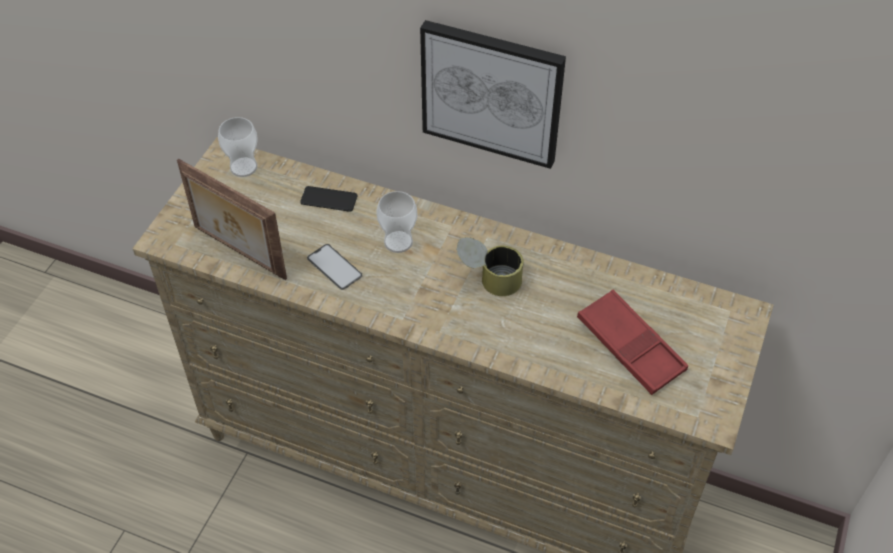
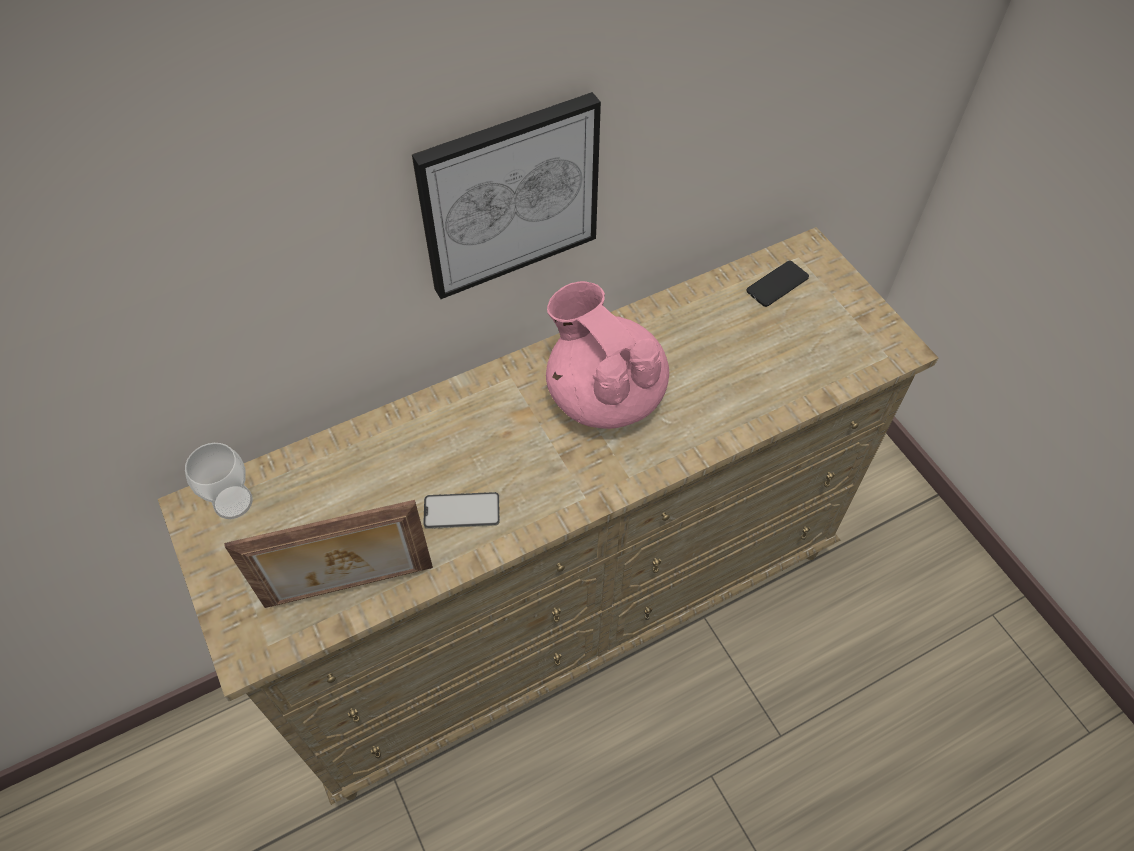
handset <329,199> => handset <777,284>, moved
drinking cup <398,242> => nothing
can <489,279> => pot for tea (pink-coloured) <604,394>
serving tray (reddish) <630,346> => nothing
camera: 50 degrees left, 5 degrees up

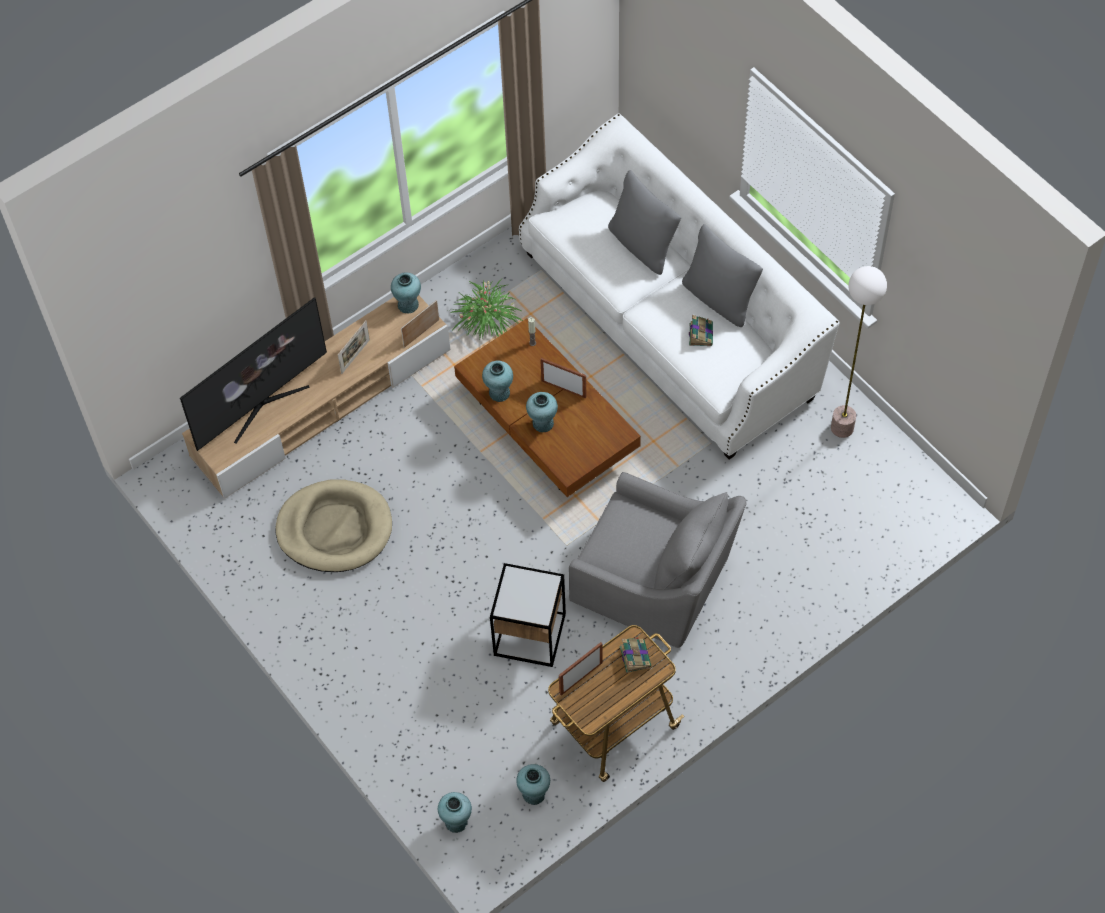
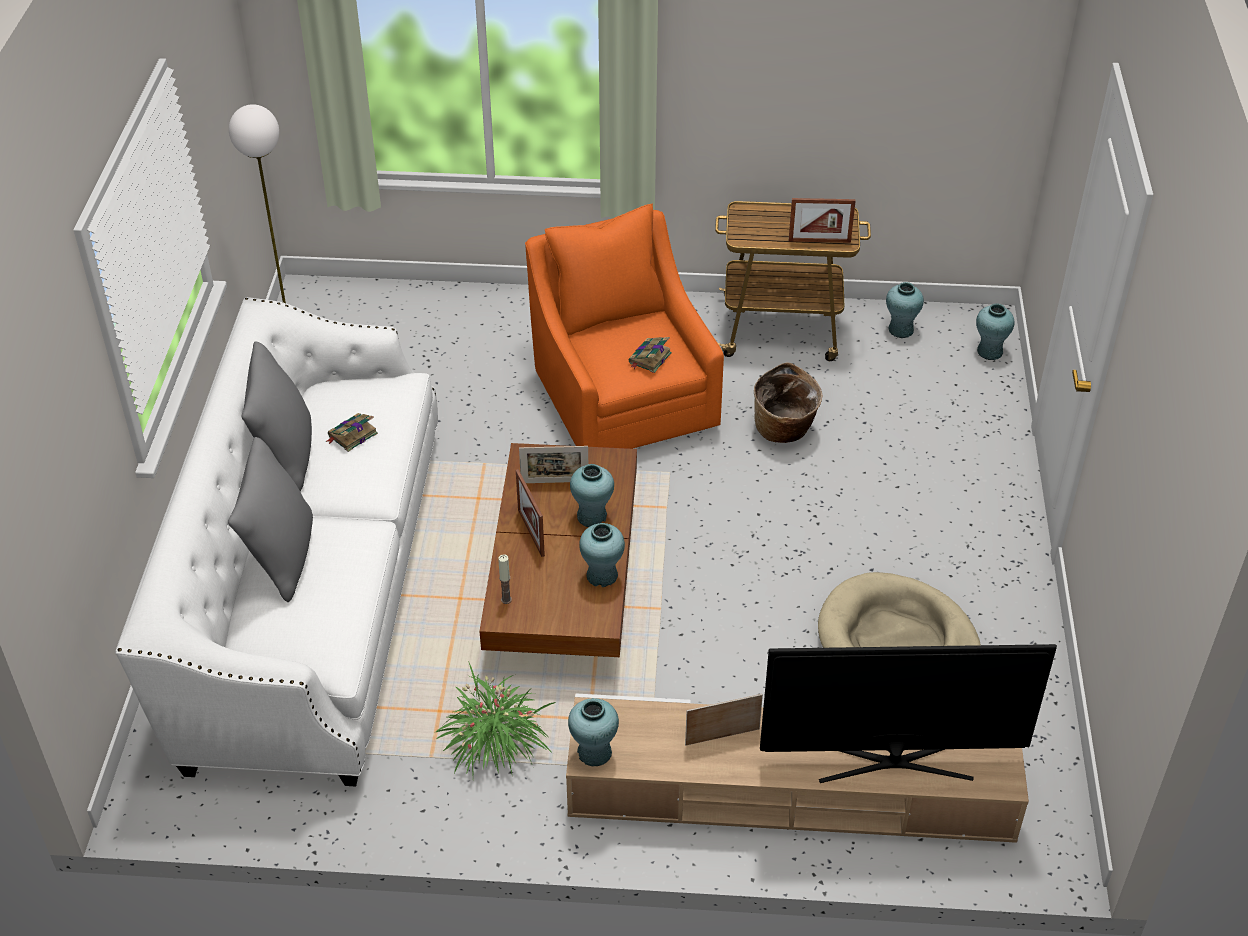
standing frame <421,333> => standing frame <554,482>, moved
side table <529,634> => household basket <784,430>
lounge chair (greyish) <656,583> => lounge chair (orange) <623,394>
book <635,656> => book <649,358>, moved
camera: 140 degrees left, 15 degrees down

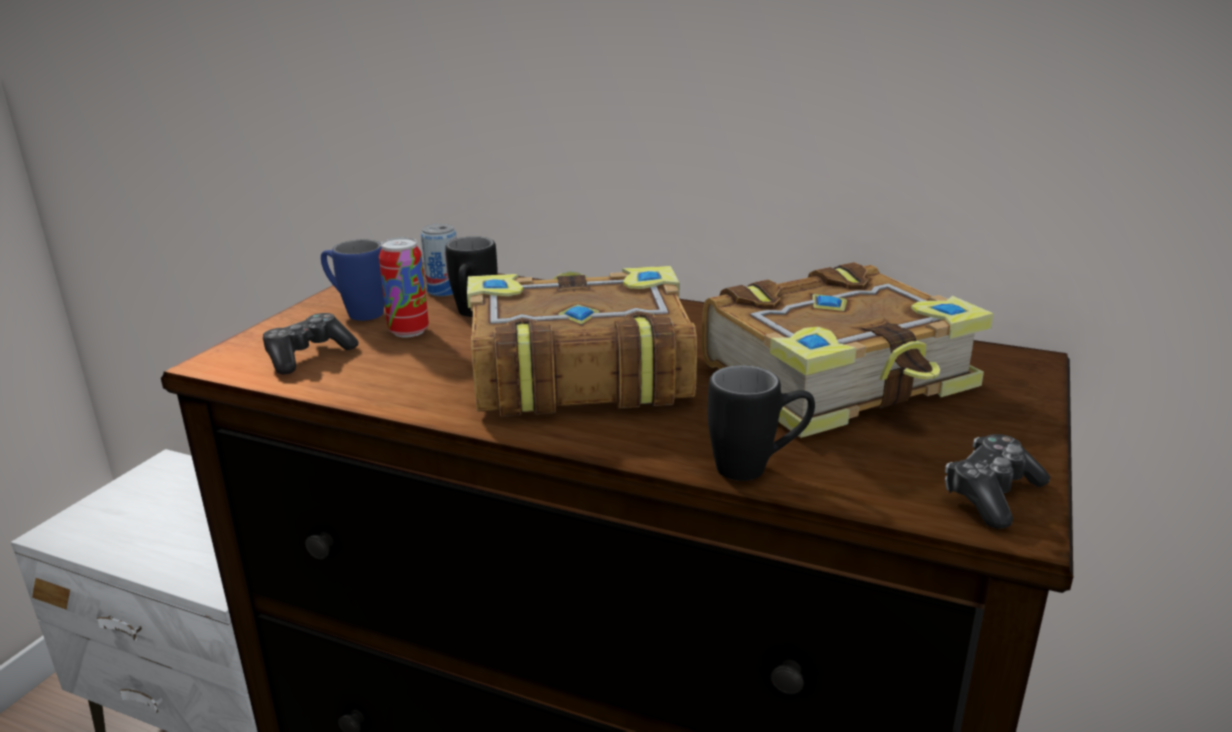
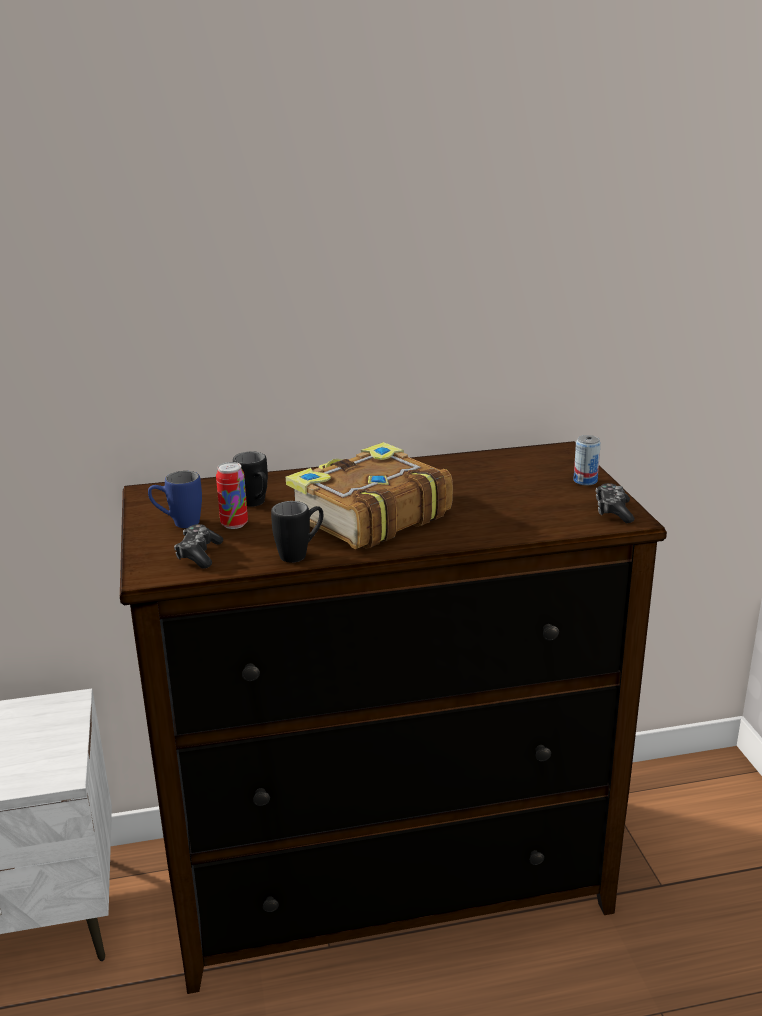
can <443,291> => can <585,481>, moved
book <840,379> => nothing
tea mug (blackish) <757,468> => tea mug (blackish) <300,554>, moved
camera: 35 degrees left, 0 degrees up

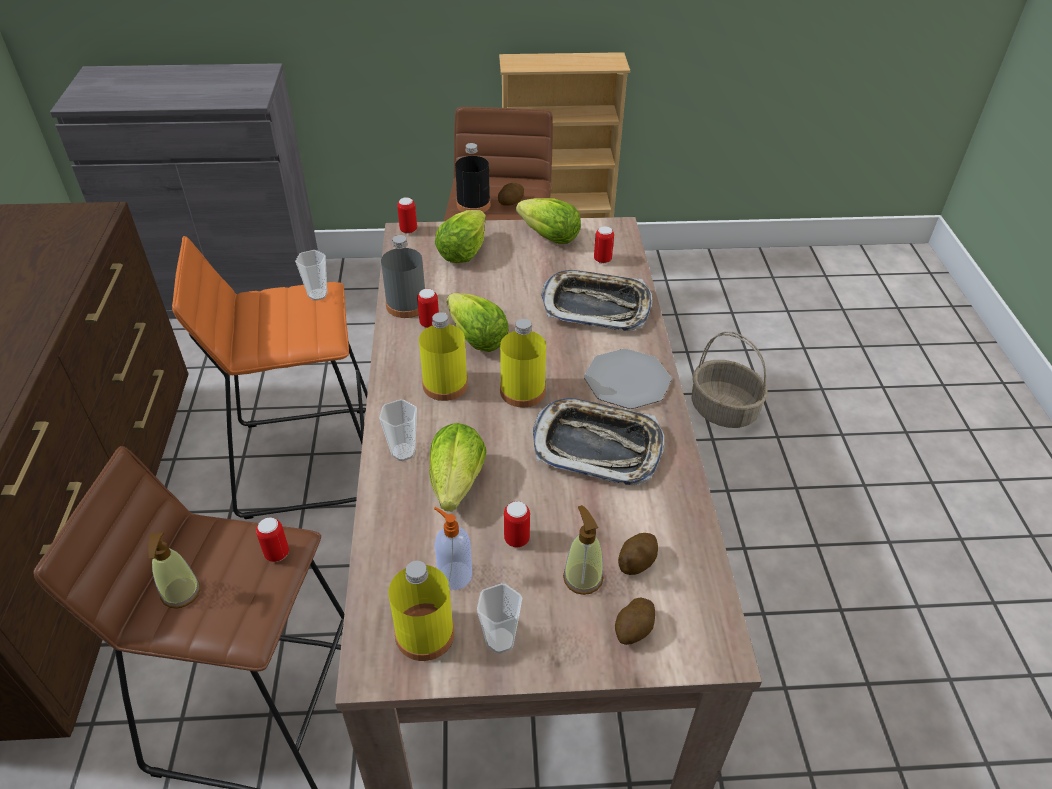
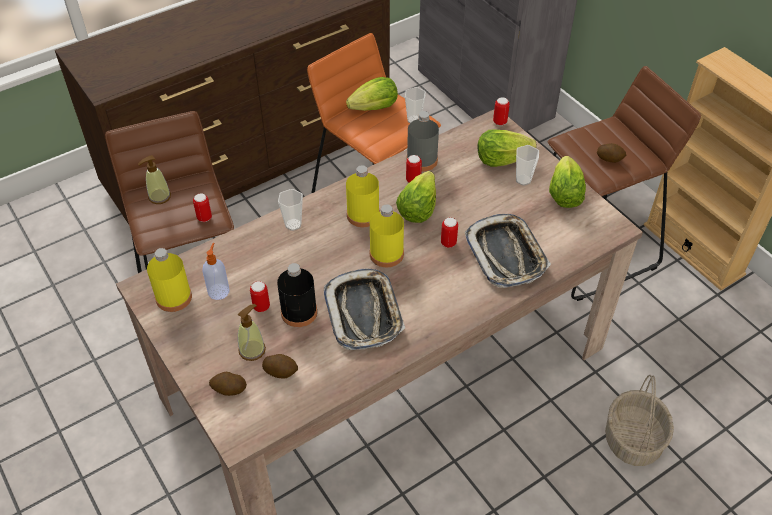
lettuce <457,482> => lettuce <375,108>, moved
beverage bottle (blackish) <473,205> => beverage bottle (blackish) <299,312>, moved
drinking cup <500,640> => drinking cup <523,180>, moved
dinner plate <627,380> => nothing
can <602,260> => can <448,243>, moved
camera: 60 degrees right, 5 degrees up

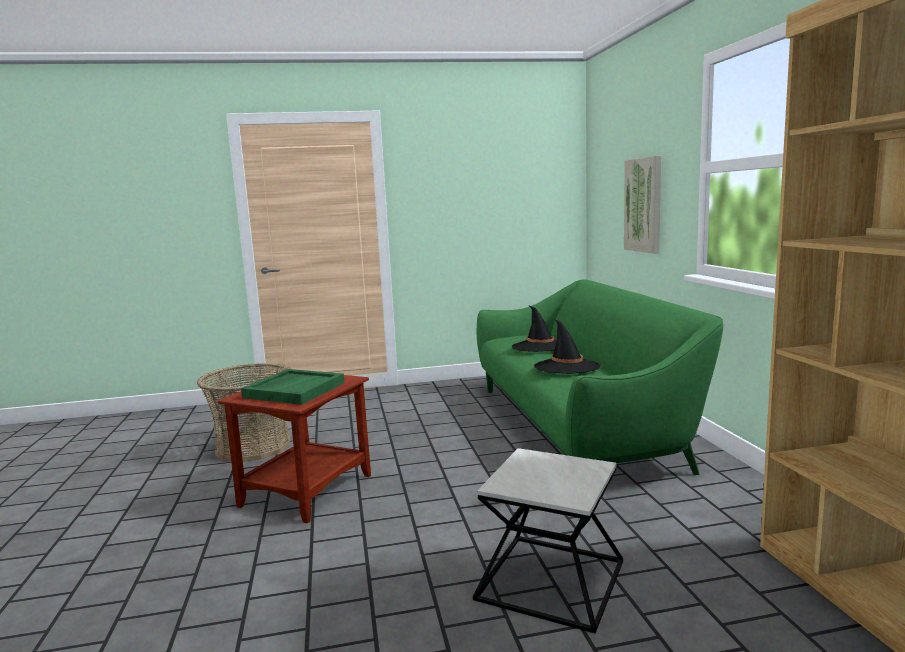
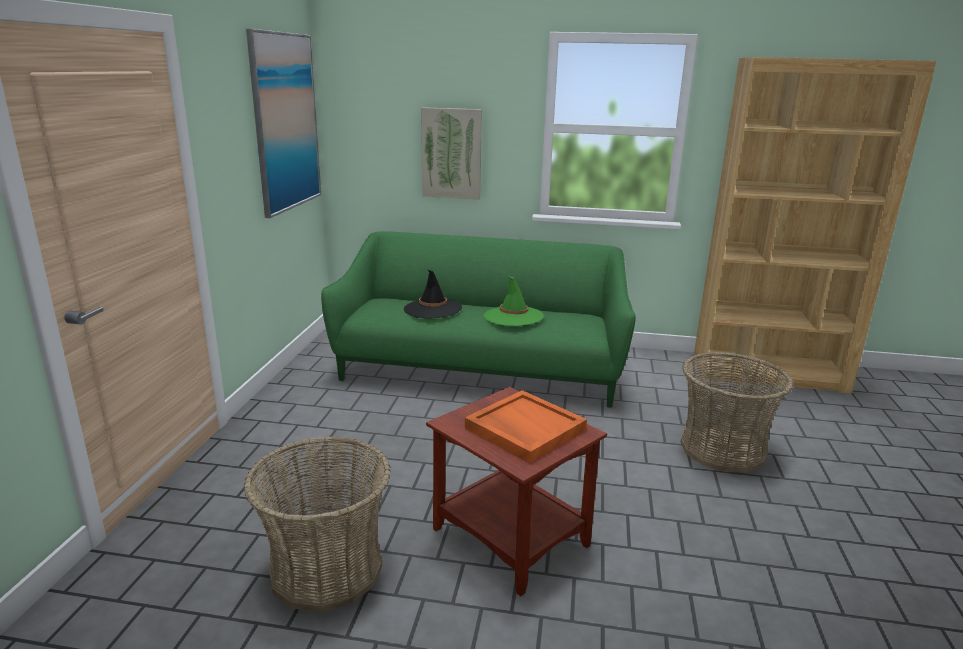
serving tray (green-coloured) <294,390> => serving tray (orange) <524,429>
side table <551,580> => household basket <723,449>
hat (blackish) <566,367> => hat (green-coloured) <513,316>
nothing => picture <286,122>
camera: 70 degrees left, 10 degrees up

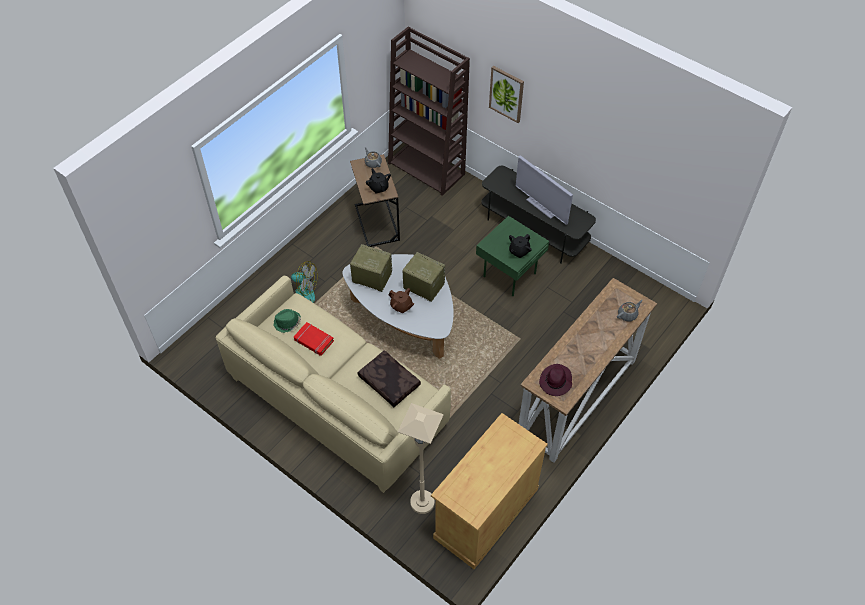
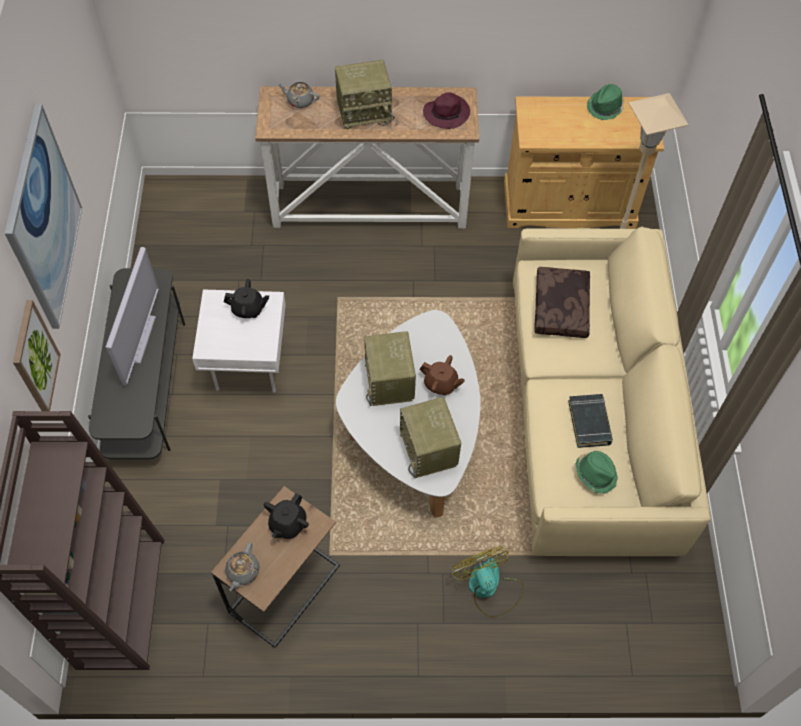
book (reddish) <313,341> => book (blackish) <589,423>
pot for tea (brownish) <401,306> => pot for tea (brownish) <441,384>, 120 degrees clockwise
side table (green-coloured) <509,273> => side table (white-coloured) <246,367>
nothing => picture <43,219>
nothing => radio set <365,111>
nothing => hat (green-coloured) <605,107>
camera: 130 degrees left, 5 degrees up

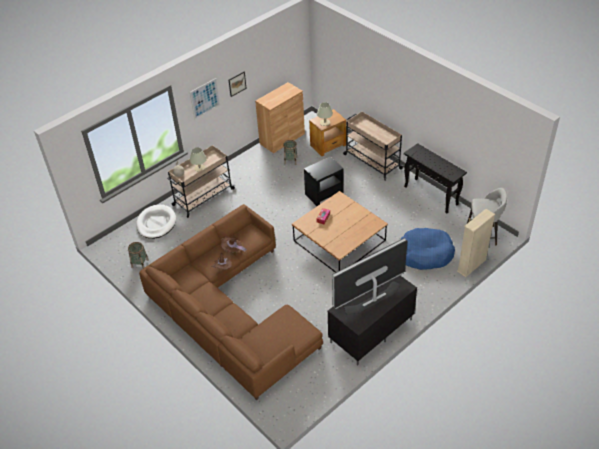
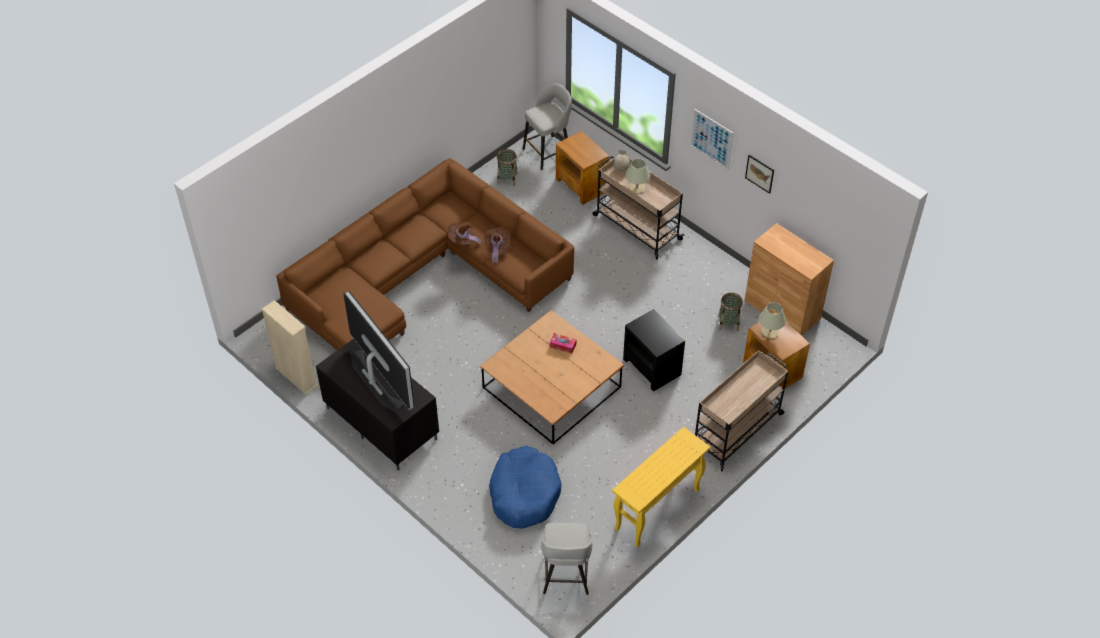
dog bed (white-coloured) <156,223> => side table (brownish) <581,185>
hall table (blackish) <431,196> => hall table (yellow) <657,510>
shelving unit (beige-coloured) <471,265> => shelving unit (beige-coloured) <296,377>, moved
nothing => stool seat (greyish) <548,152>
camera: 85 degrees right, 5 degrees up

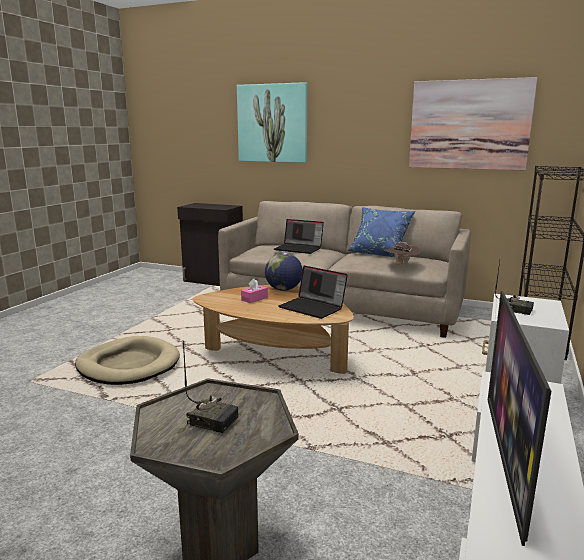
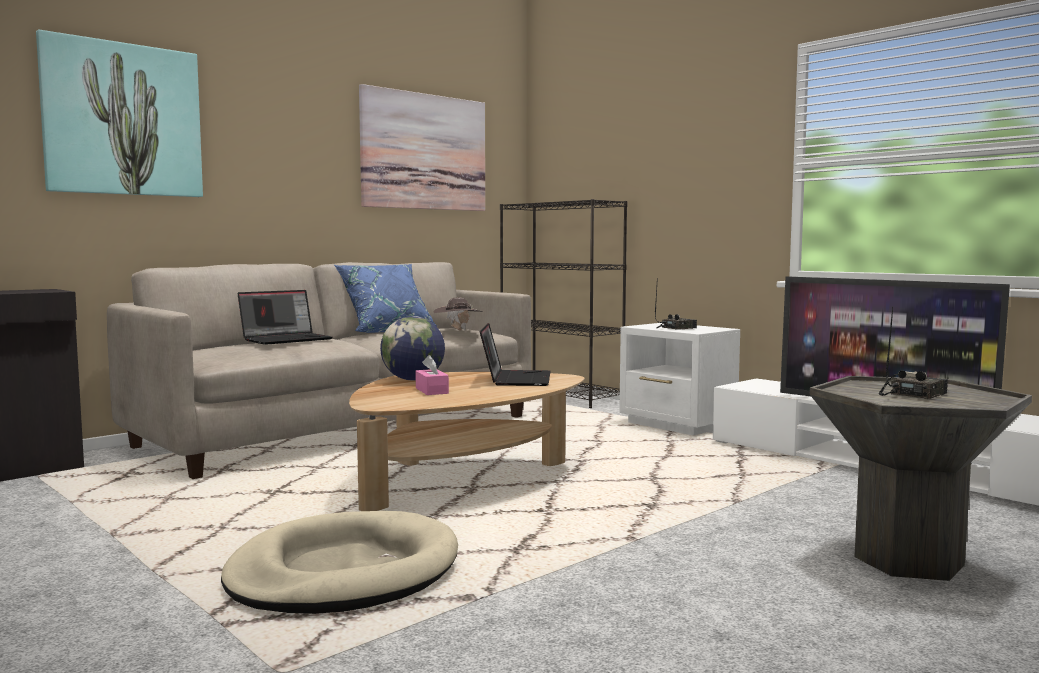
notebook computer <313,307> => notebook computer <515,379>, 60 degrees counterclockwise
camera: 65 degrees left, 10 degrees down

